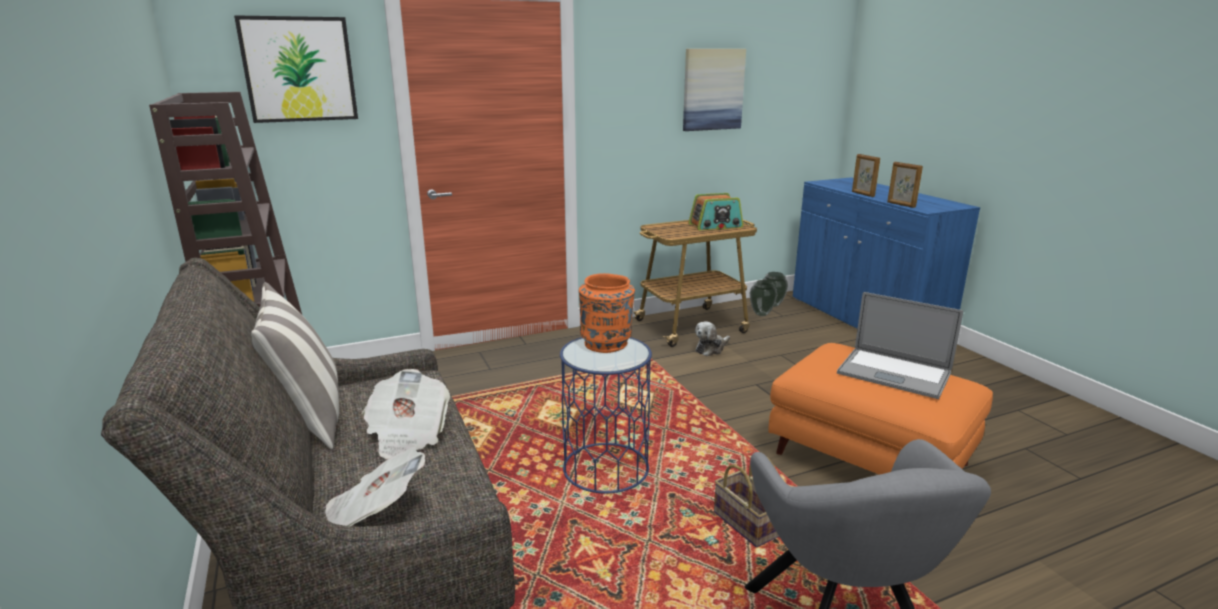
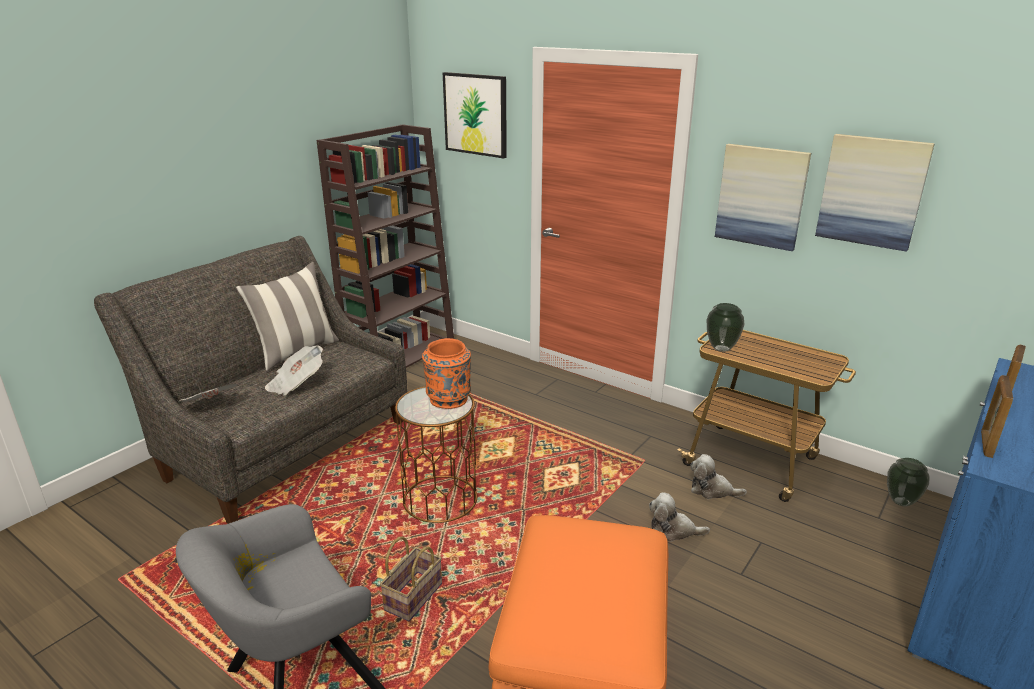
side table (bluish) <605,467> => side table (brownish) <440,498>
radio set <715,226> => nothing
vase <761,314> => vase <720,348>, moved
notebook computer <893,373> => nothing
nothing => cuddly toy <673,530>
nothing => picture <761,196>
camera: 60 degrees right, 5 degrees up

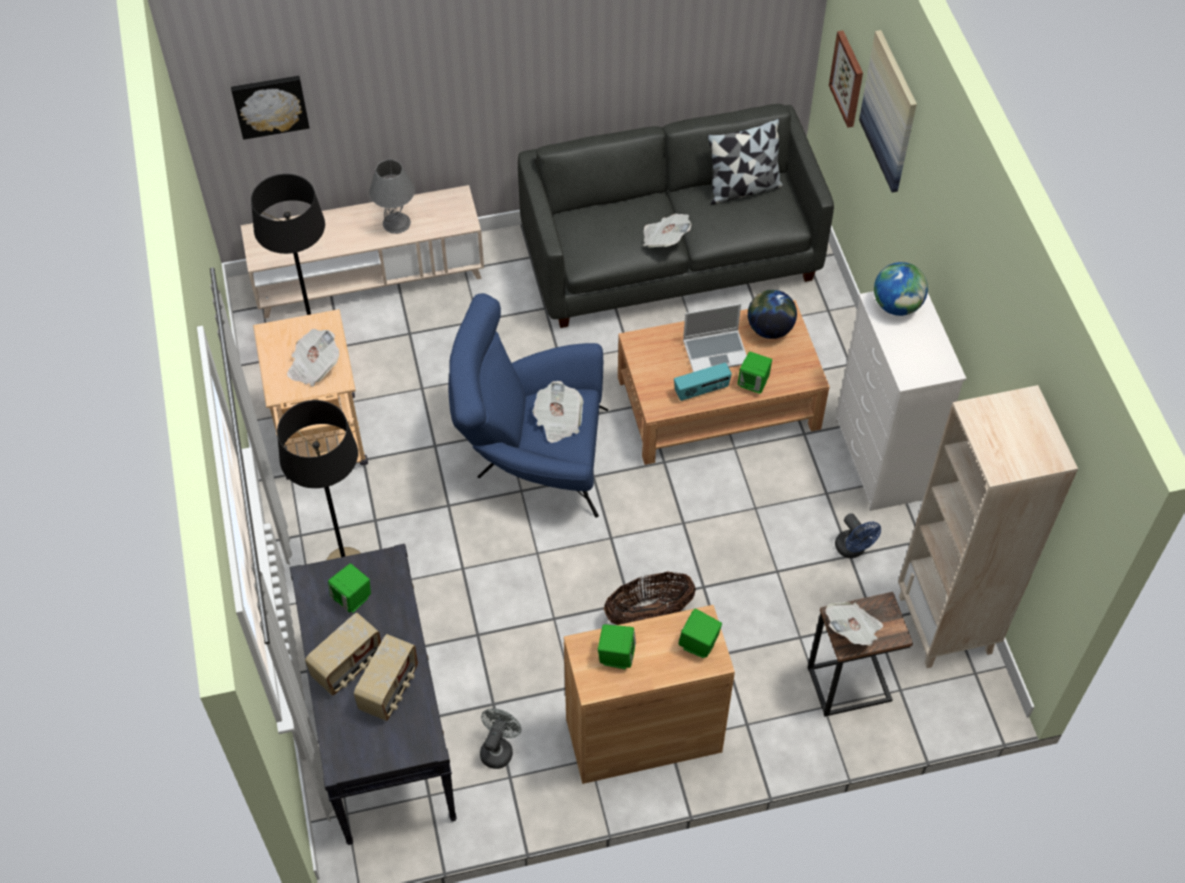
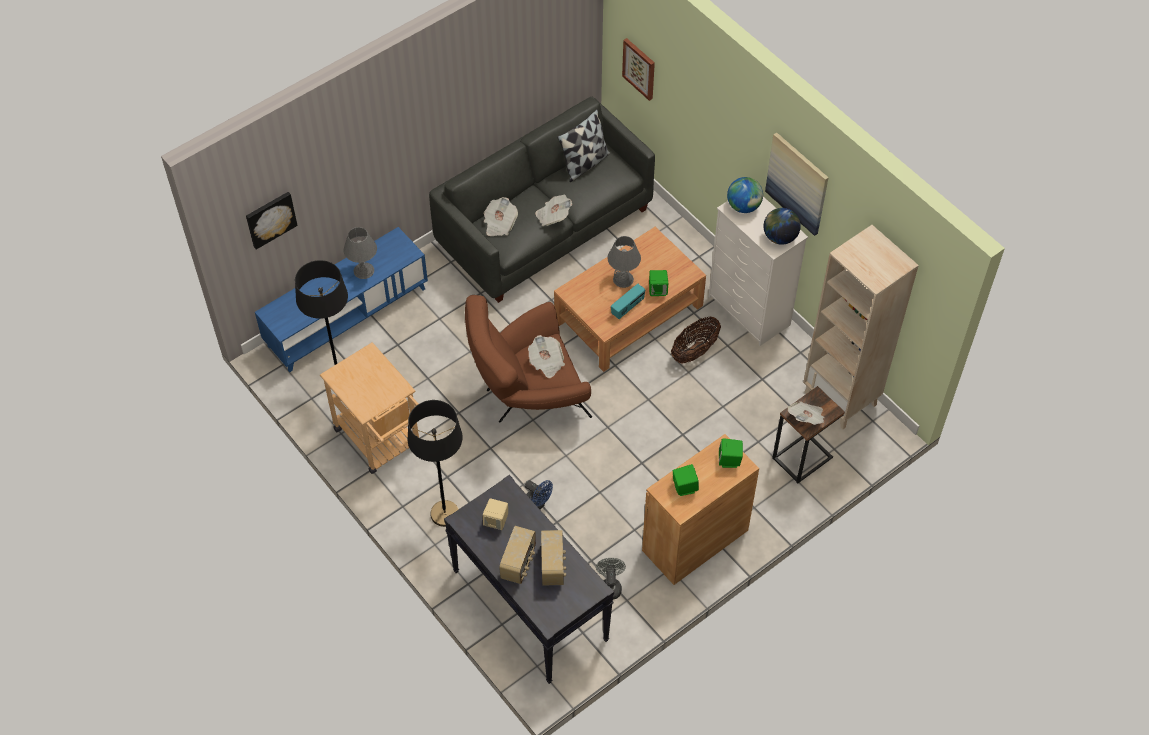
tv unit (beige-coloured) <369,278> => tv unit (bluish) <347,317>
daily paper <314,366> => daily paper <499,224>, moved
loudspeaker (green-coloured) <352,598> => loudspeaker (beige-coloured) <496,521>
lounge chair (bluish) <532,458> => lounge chair (brownish) <528,395>
household basket <648,613> => household basket <694,351>, moved
notebook computer <716,351> => tabletop lamp (greyish) <623,279>
desk globe <769,329> => desk globe <779,237>, moved
cooling fan (bluish) <853,549> => cooling fan (bluish) <537,503>, moved
picture <890,111> => picture <797,183>, moved
camera: 25 degrees left, 0 degrees up

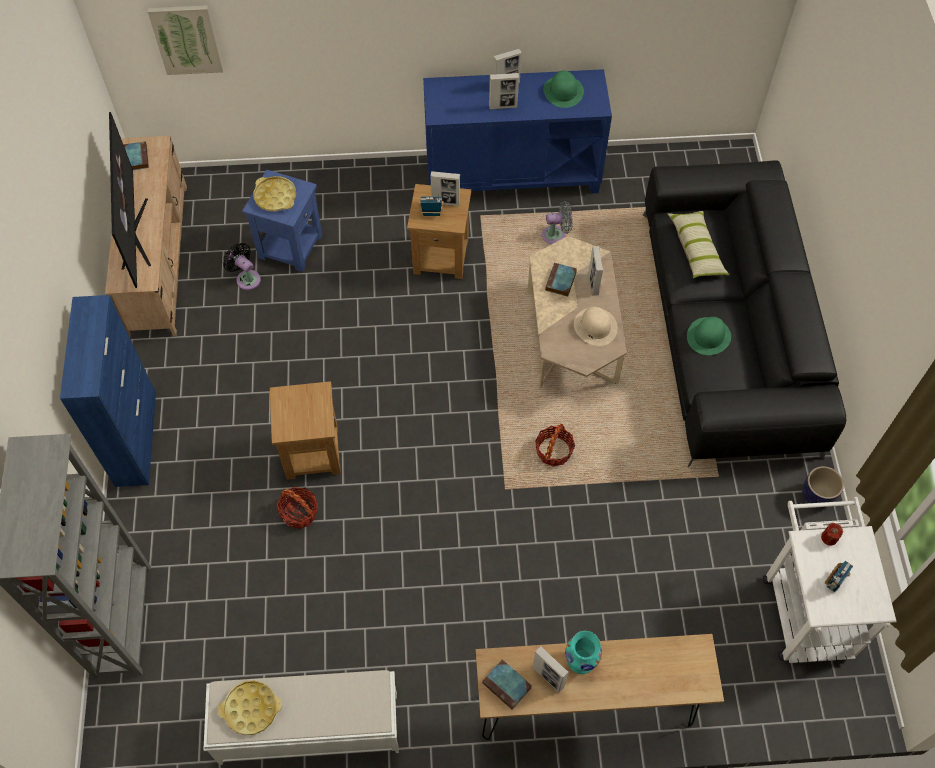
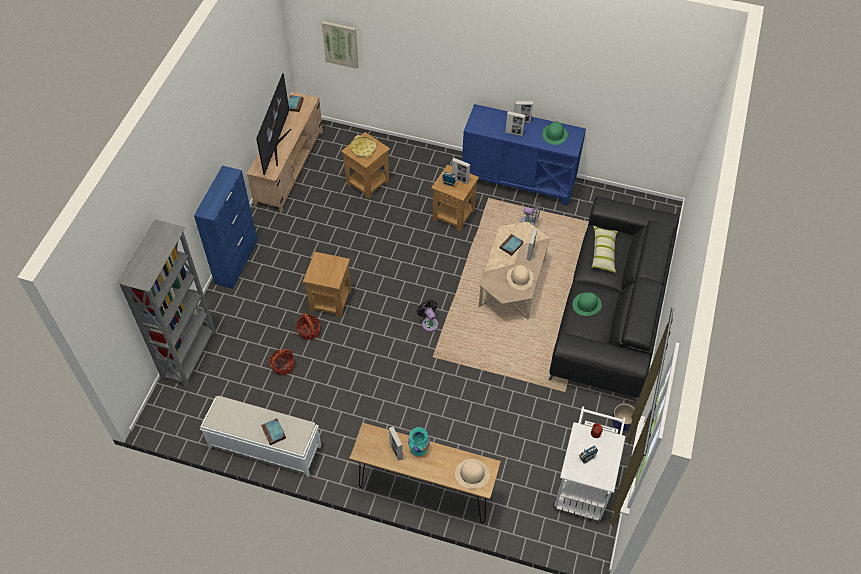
serving tray (yellow) <251,709> => nothing
cooling fan (blackish) <246,278> => cooling fan (blackish) <429,323>, moved
side table (bluish) <290,245> => side table (brownish) <368,182>
book <508,686> => book <274,433>, moved
household basket <553,451> => household basket <283,365>, moved
nothing => hat (beige-coloured) <472,474>
camera: 20 degrees right, 5 degrees down

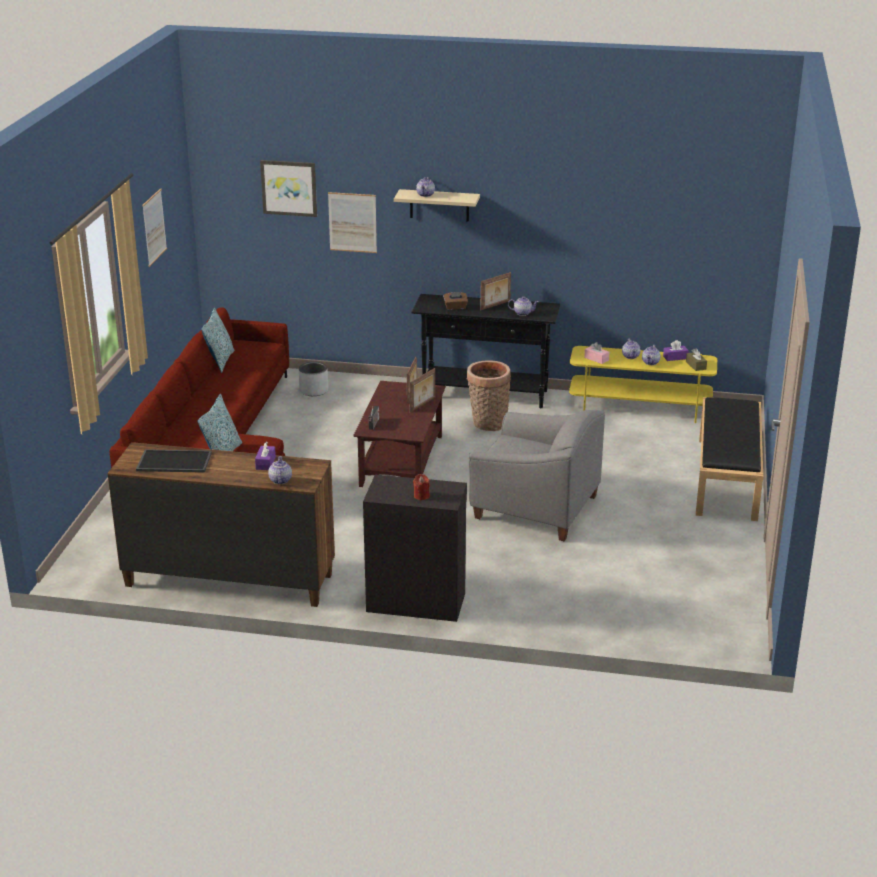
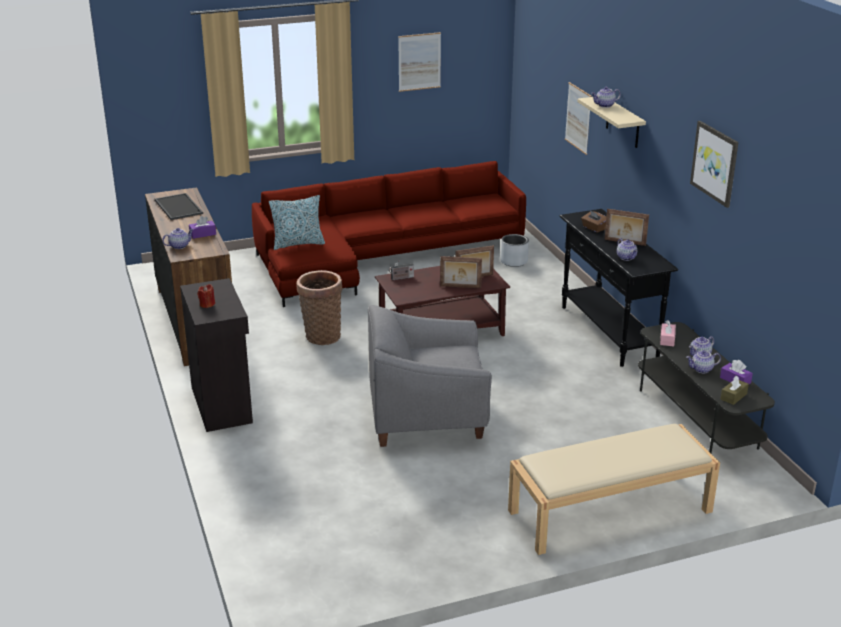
cushion <220,361> => nothing
picture <289,188> => picture <715,163>, moved
household basket <487,424> => household basket <321,335>, moved
lounge chair (greyish) <535,508> => lounge chair (greyish) <426,416>, 90 degrees clockwise
tv unit (yellow) <640,407> => tv unit (greyish) <697,418>
long seat (blackish) <727,478> => long seat (beige-coloured) <609,512>
camera: 60 degrees right, 0 degrees up

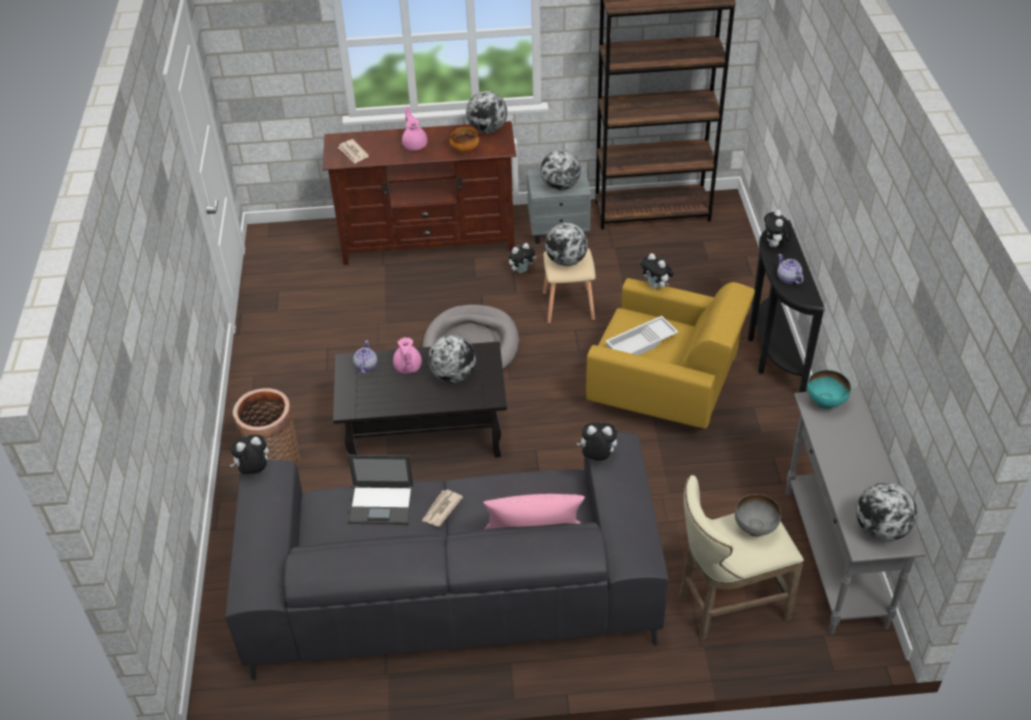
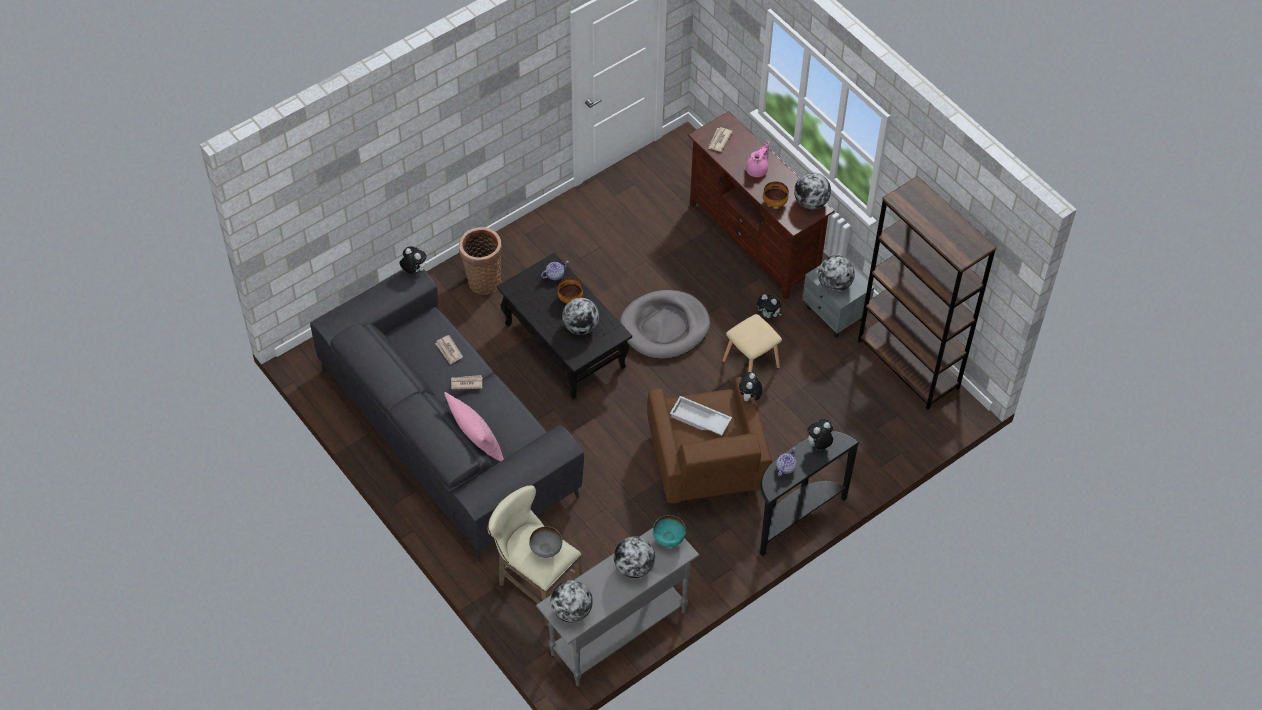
notebook computer <382,504> => daily paper <449,351>
pot for tea (pink-coloured) <407,368> => deep dish <570,298>
desk globe <566,261> => desk globe <634,567>, moved
cuddly toy <597,457> => nothing
lounge chair (yellow) <665,390> => lounge chair (brownish) <706,466>
camera: 55 degrees right, 10 degrees up

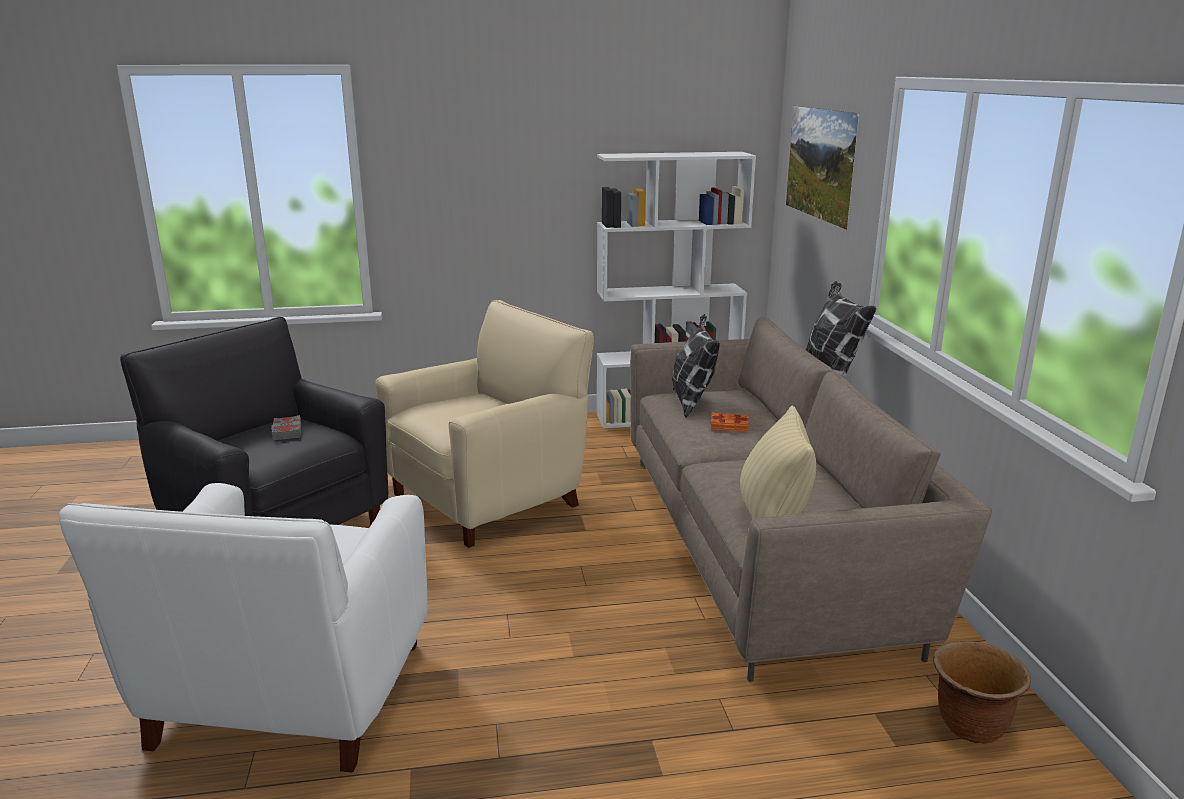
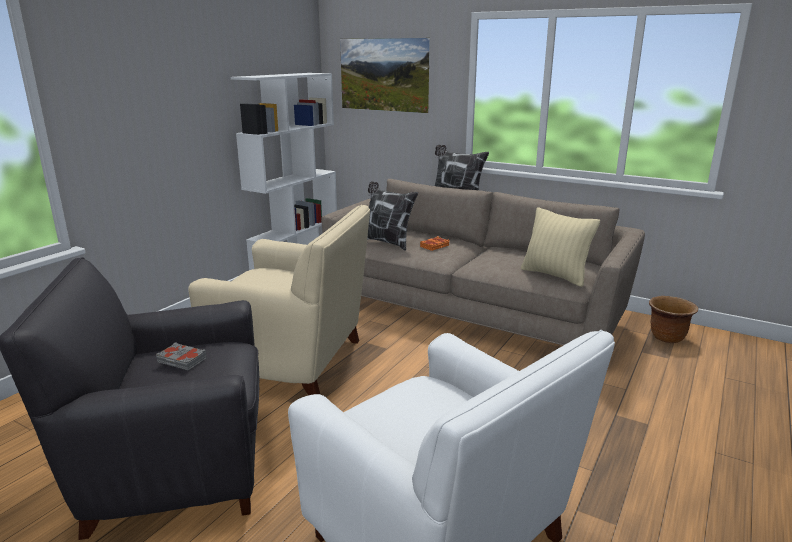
lounge chair (beige-coloured) <489,498> => lounge chair (beige-coloured) <293,362>, 105 degrees clockwise
camera: 50 degrees left, 0 degrees up

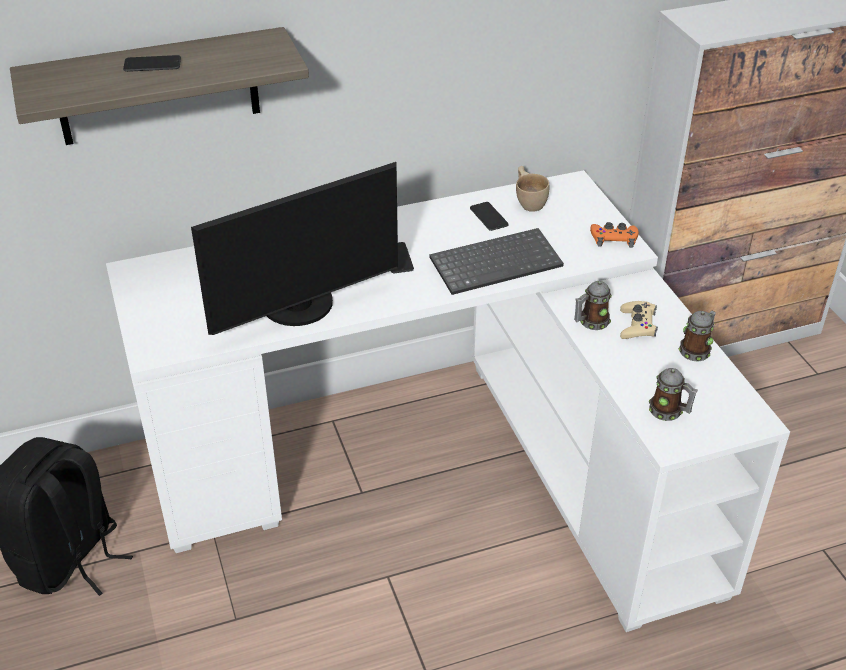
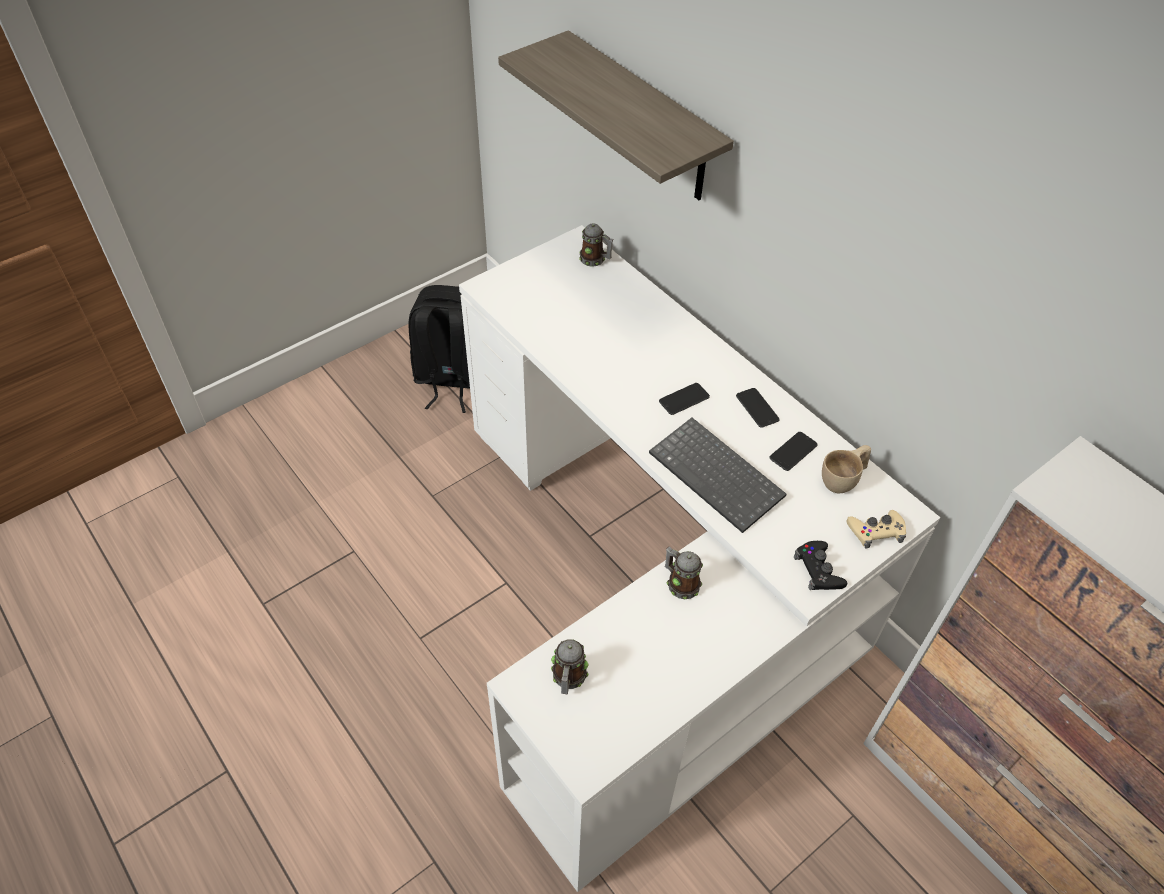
handset <152,64> => handset <757,408>, moved
computer display <301,307> => nothing
game controller (orange) <613,239> => game controller (blackish) <818,570>
game controller (beige-coloured) <637,325> => game controller (beige-coloured) <876,531>, moved
tea mug <696,350> => tea mug <595,260>, moved
camera: 70 degrees right, 10 degrees up

